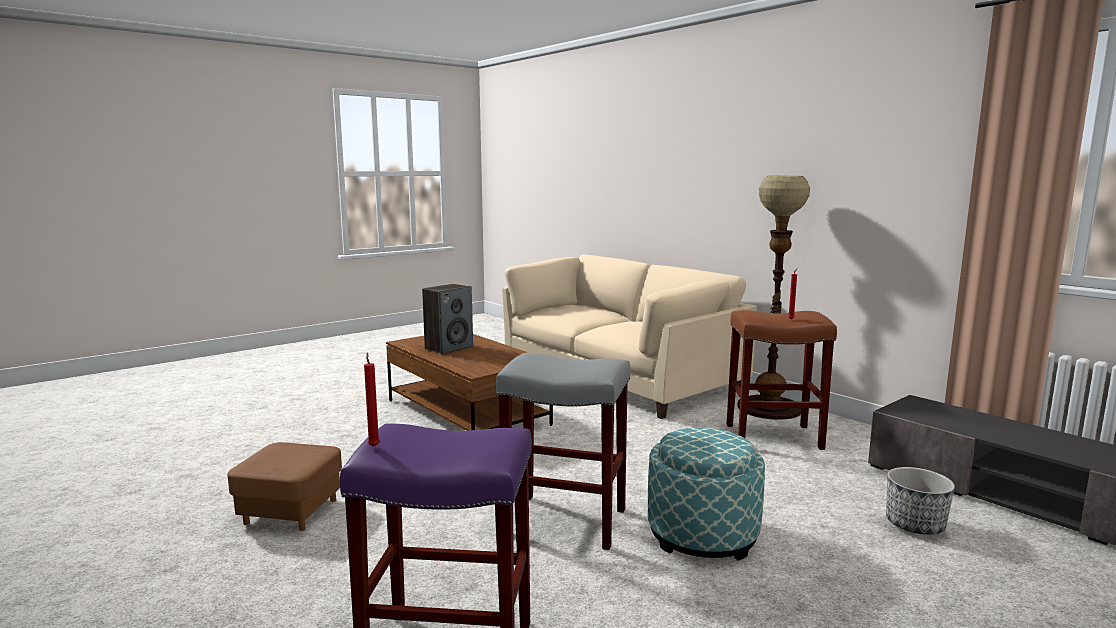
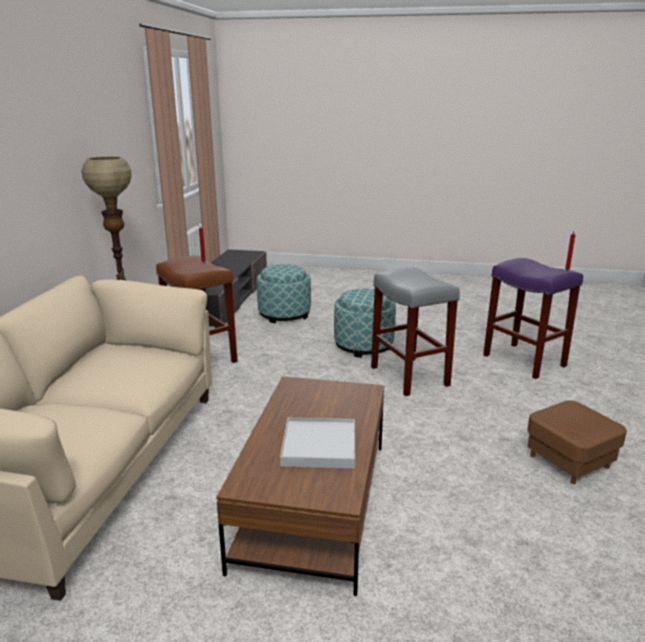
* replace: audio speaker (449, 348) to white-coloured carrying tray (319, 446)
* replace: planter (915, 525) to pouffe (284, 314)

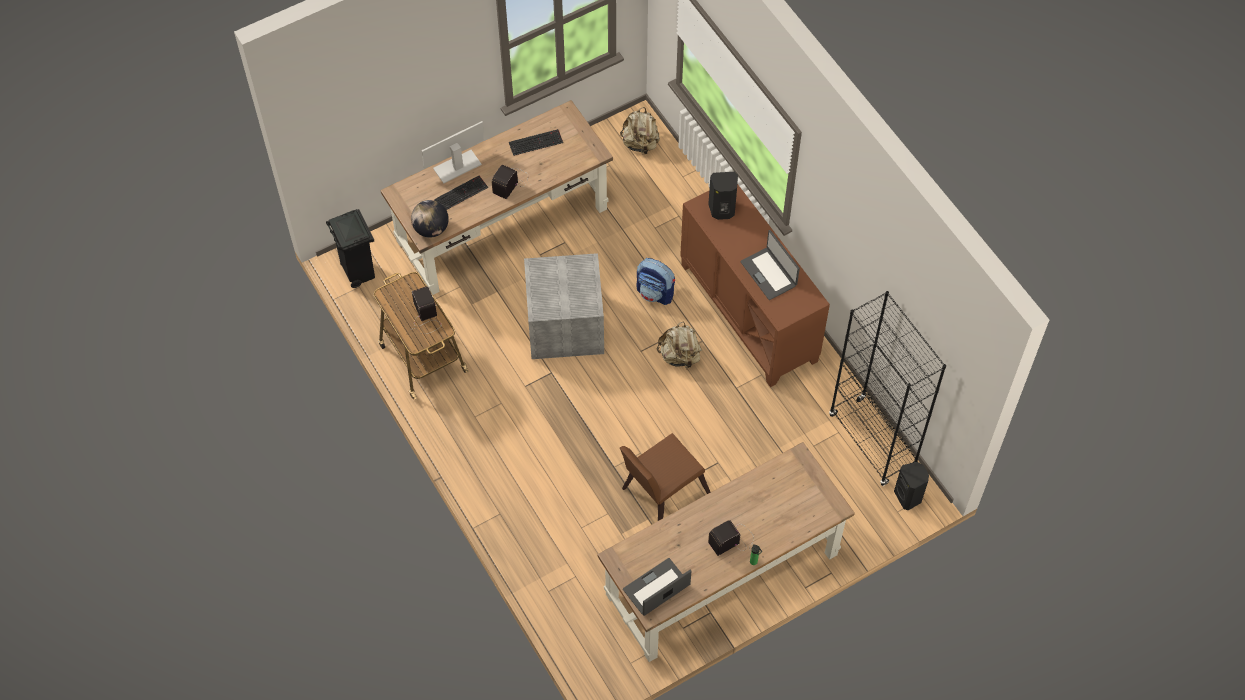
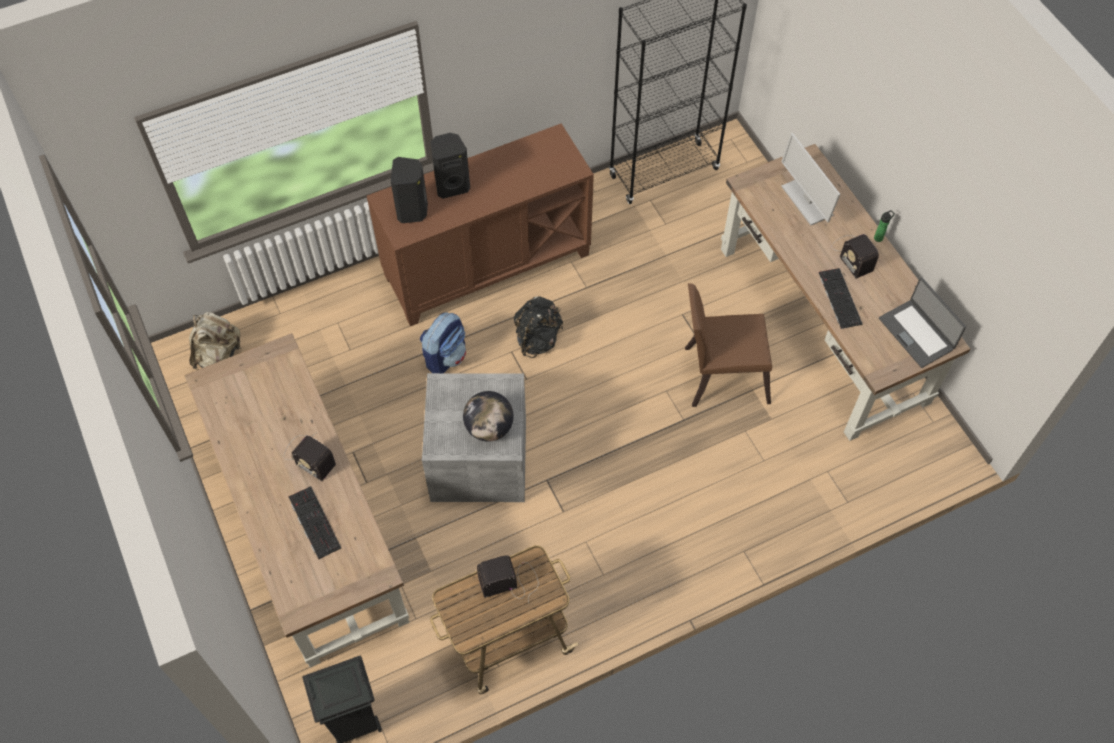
* move: computer screen (457, 166) to (806, 201)
* move: PC keyboard (536, 142) to (838, 298)
* move: desk globe (431, 229) to (489, 428)
* delete: portable computer (769, 273)
* recolor: sand-coloured backpack (679, 356) to blackish backpack (538, 339)
* rotate: brown upright chair (660, 493) = (720, 374) 120 degrees clockwise
* move: blackish audio speaker (908, 496) to (451, 185)

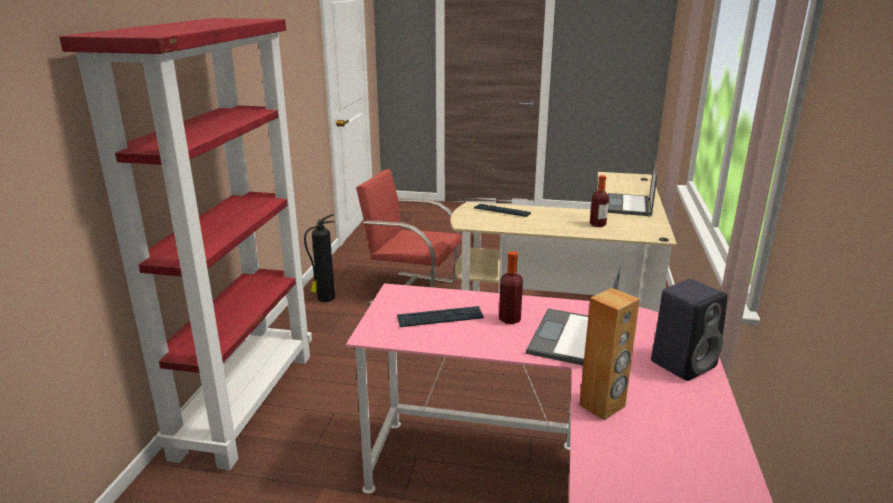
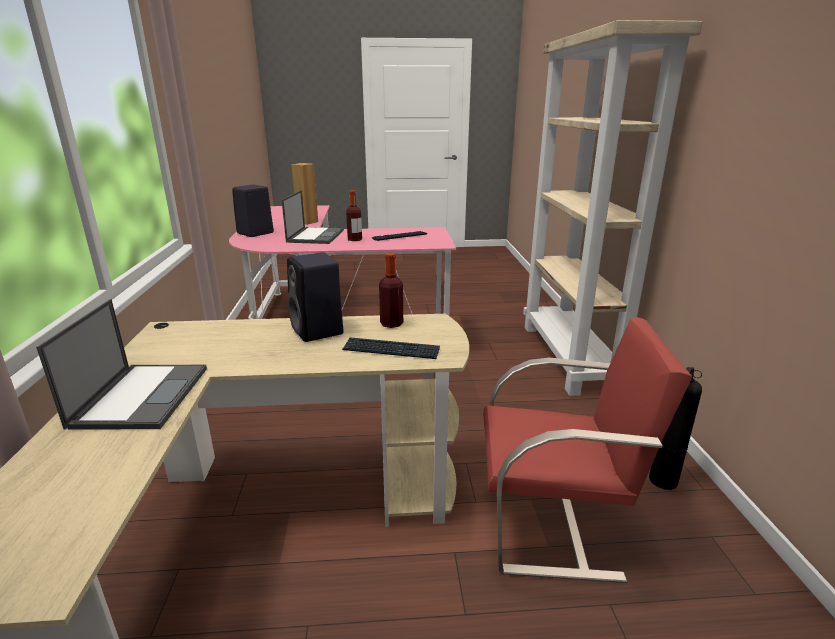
* recolor: red-coloured shelving unit (246, 401) to sand-coloured shelving unit (569, 357)
* move: bottle (597, 225) to (391, 324)
* insert: blackish audio speaker (318, 331)

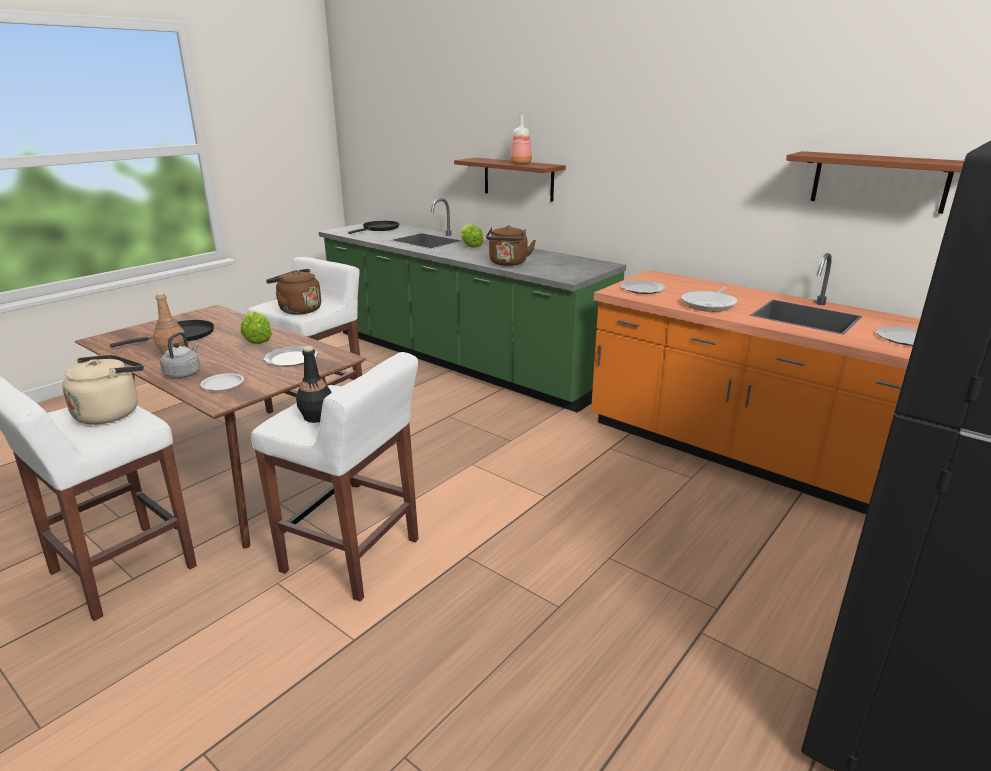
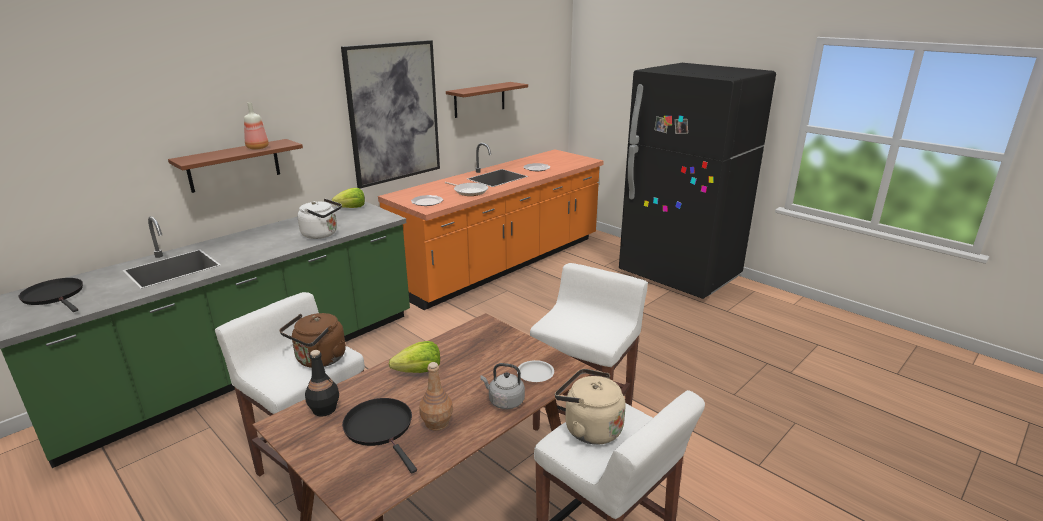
* move: lettuce (470, 246) to (351, 208)
* recolor: brown kettle (508, 263) to white-coloured kettle (322, 234)
* delete: dinner plate (292, 358)
* move: blackish bottle (316, 417) to (324, 409)
* insert: picture (393, 113)

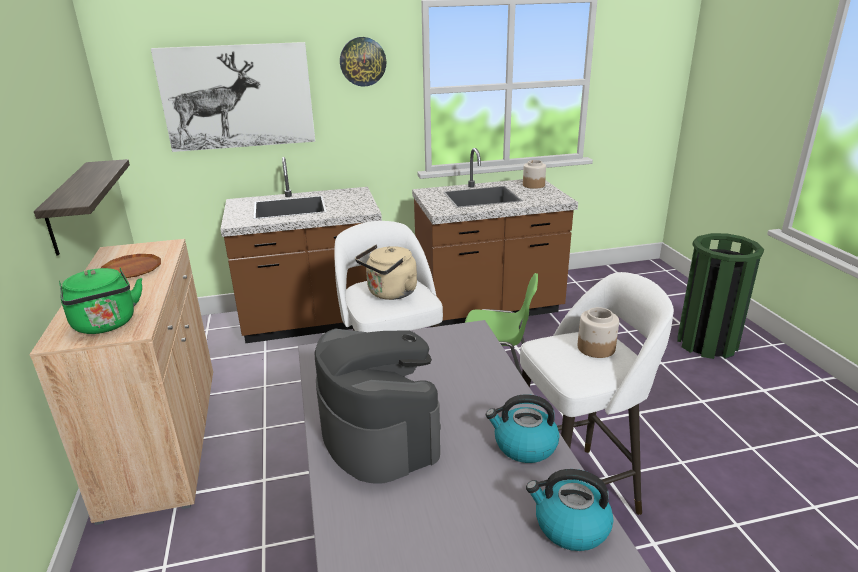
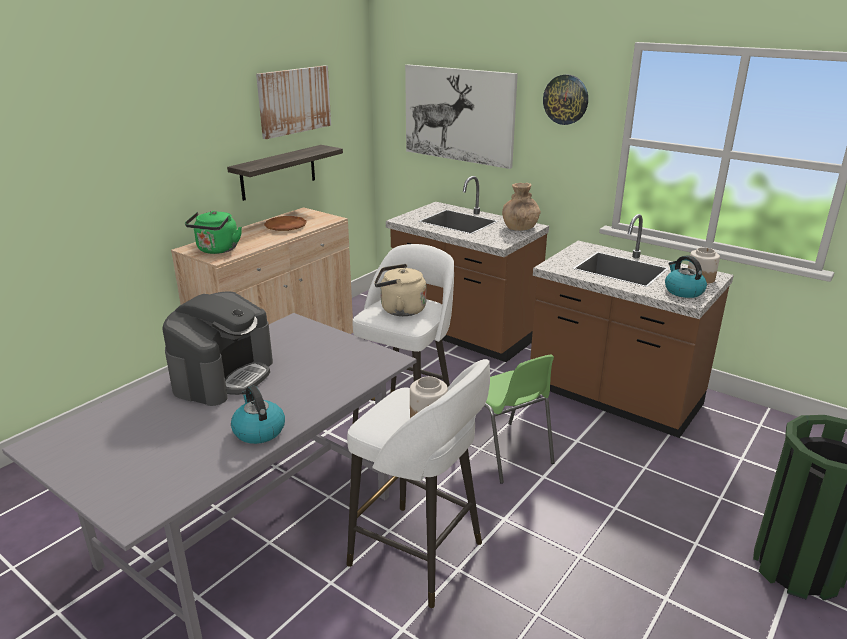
* move: kettle (570, 526) to (683, 291)
* insert: picture (294, 101)
* insert: brown decorative vase (519, 228)

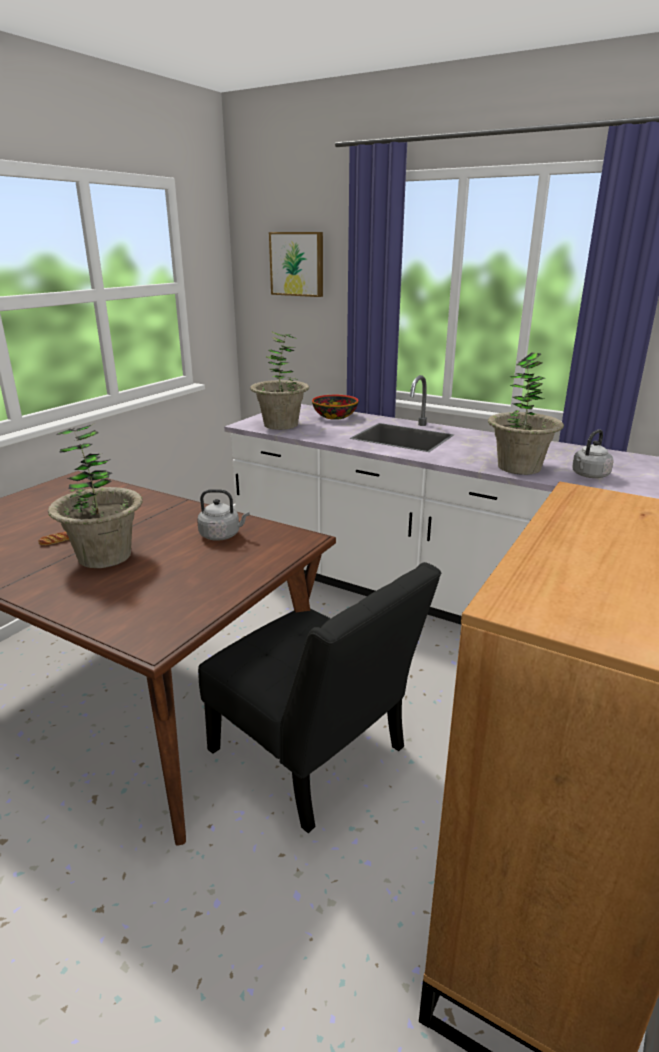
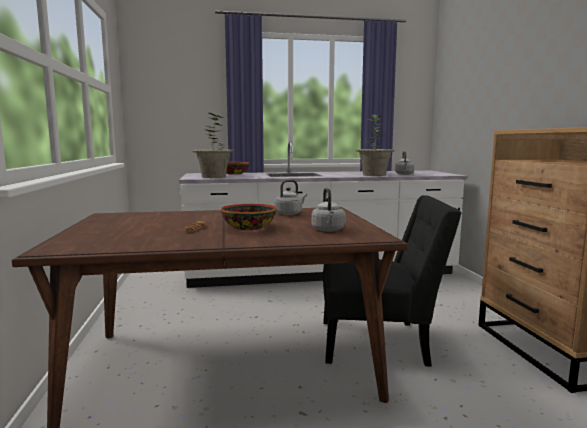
* delete: picture (298, 264)
* replace: plant in a pot (104, 556) to bowl (248, 227)
* insert: grey kettle (328, 230)

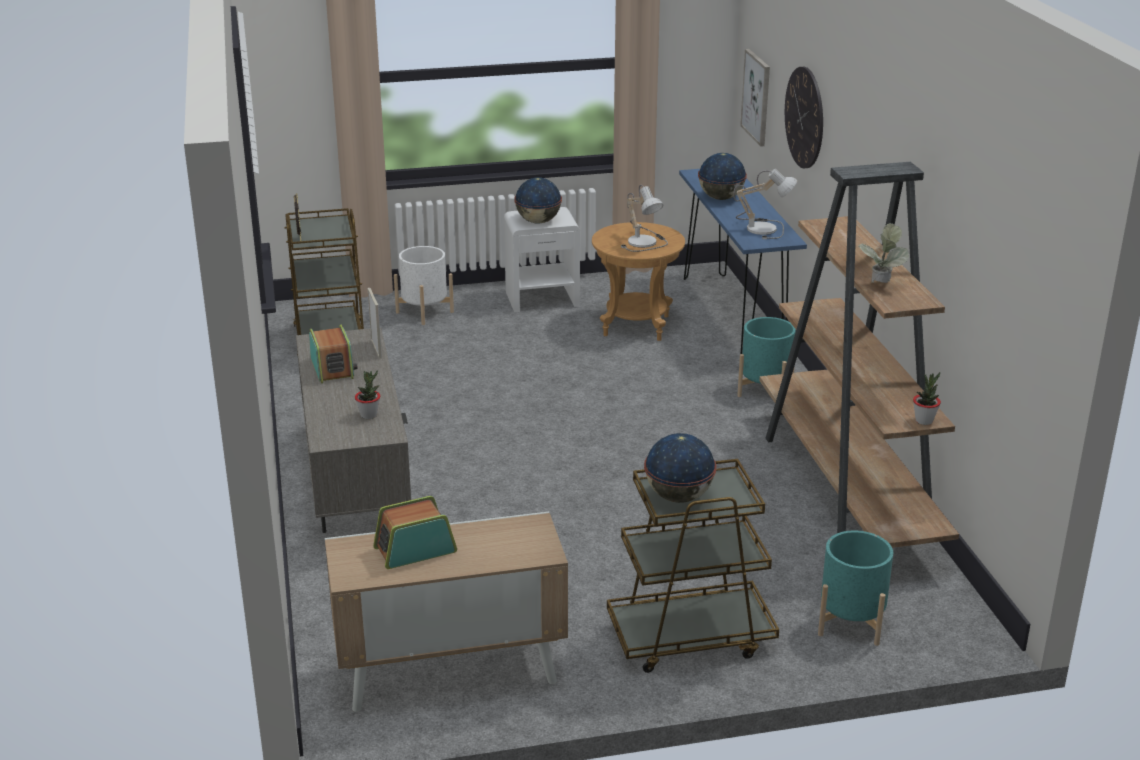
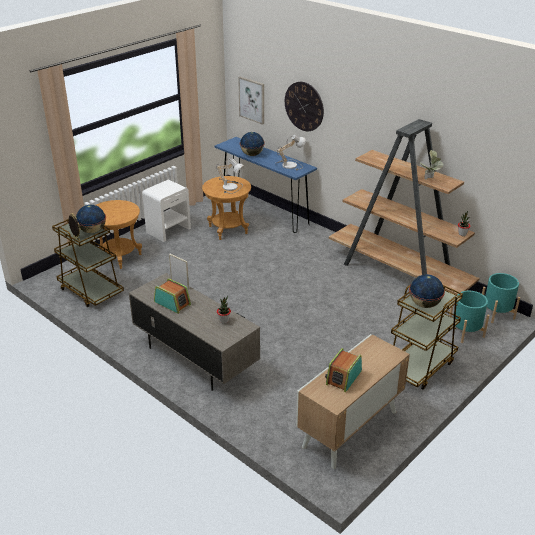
* move: desk globe (538, 221) to (93, 231)
* replace: white-coloured planter (424, 312) to brown accent table (119, 257)
* move: turquoise planter (765, 390) to (496, 313)

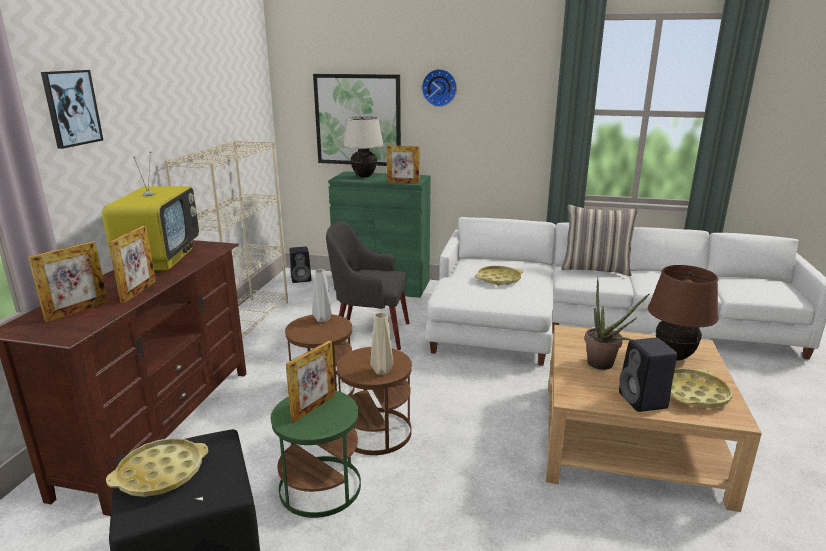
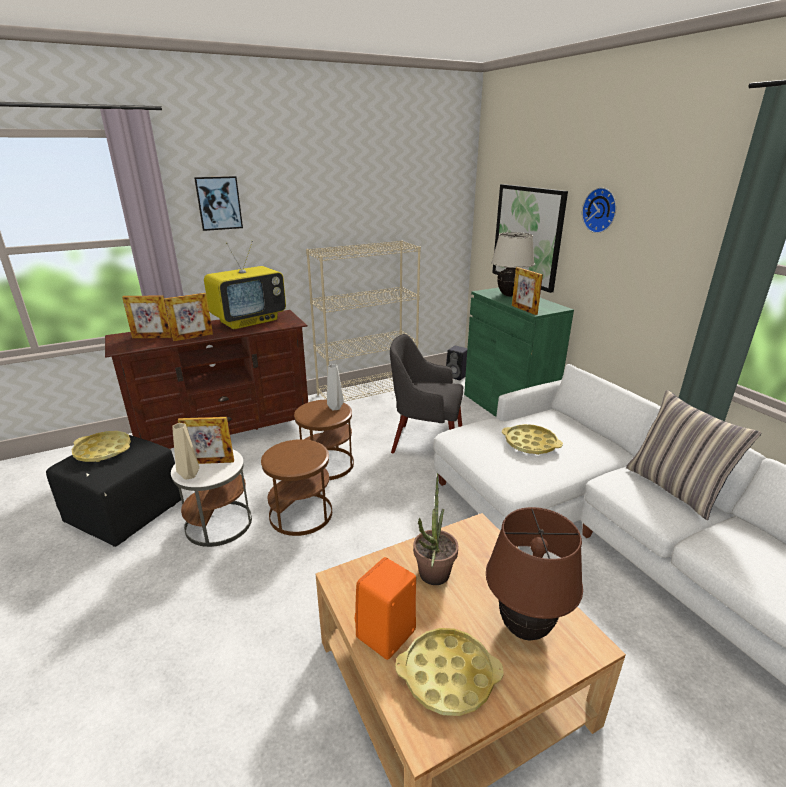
* rotate: grey lounge chair (370, 333) = (426, 442) 45 degrees counterclockwise
* move: sand-coloured decorative vase (383, 371) to (189, 476)
* recolor: blackish audio speaker (644, 401) to orange audio speaker (385, 635)
* recolor: greenish accent table (320, 486) to white-coloured accent table (219, 523)

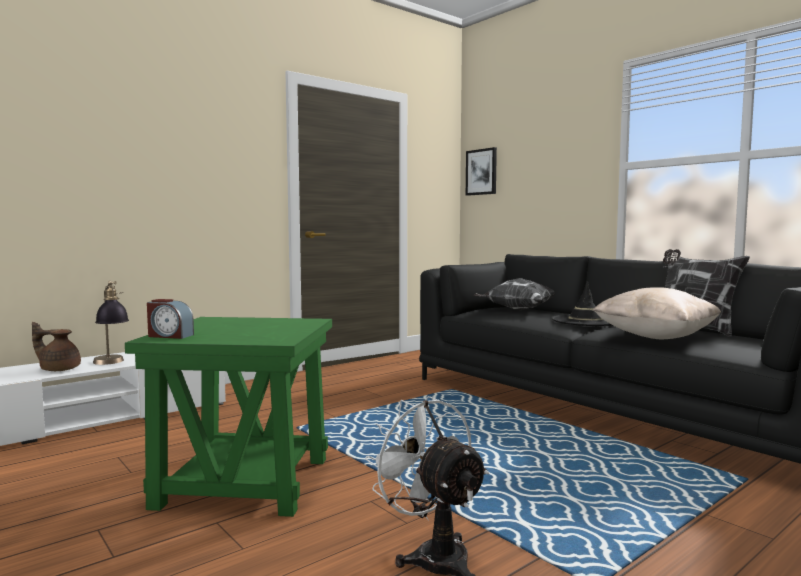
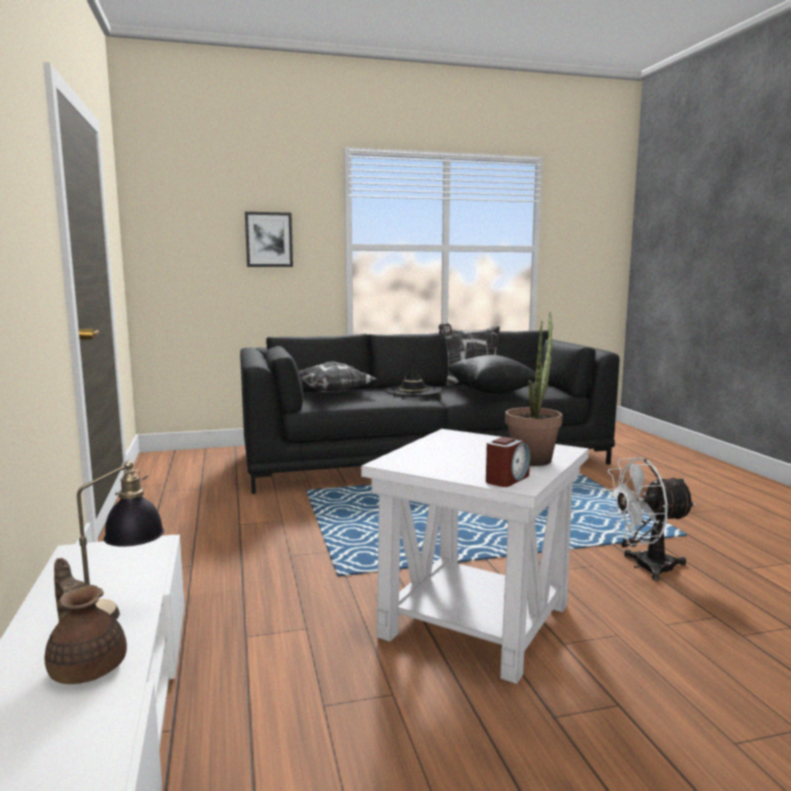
* move: picture (481, 172) to (269, 239)
* recolor: sand-coloured cushion (655, 337) to blackish cushion (491, 392)
* recolor: greenish accent table (246, 482) to white-coloured accent table (475, 620)
* rotate: brown pot for tea (59, 369) = (87, 666) 105 degrees clockwise
* insert: plant in a pot (533, 458)

